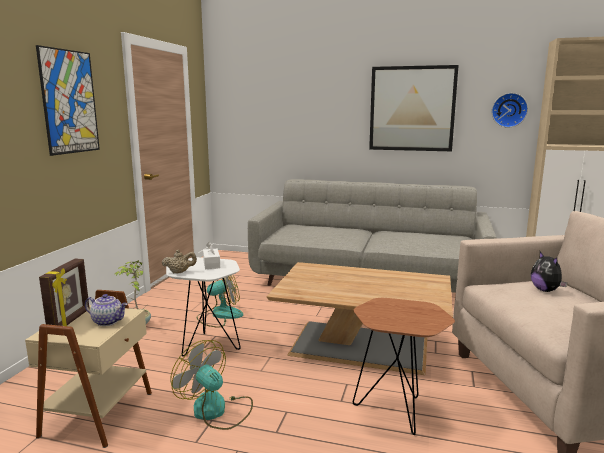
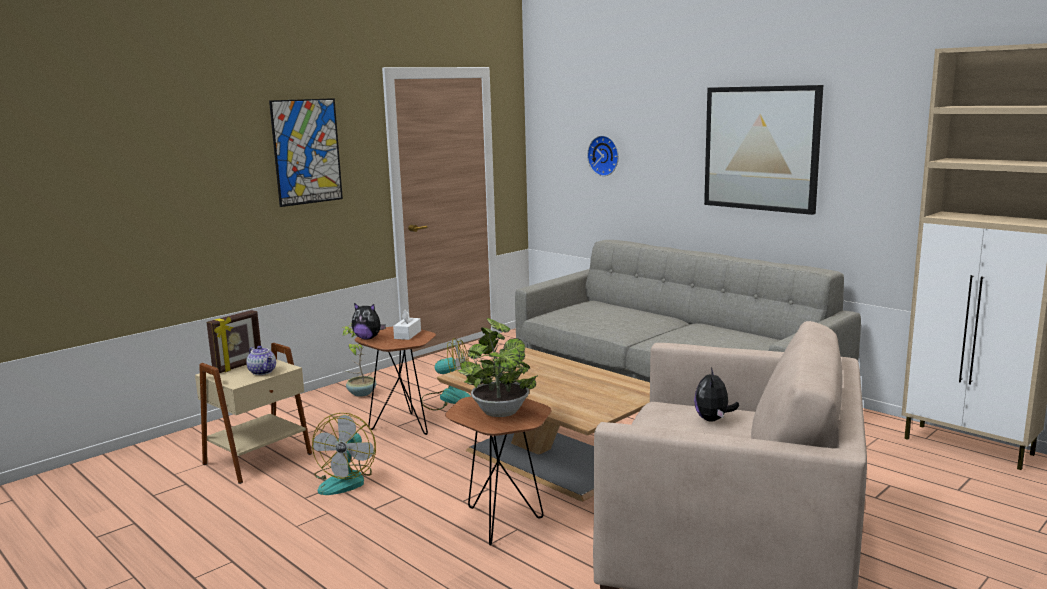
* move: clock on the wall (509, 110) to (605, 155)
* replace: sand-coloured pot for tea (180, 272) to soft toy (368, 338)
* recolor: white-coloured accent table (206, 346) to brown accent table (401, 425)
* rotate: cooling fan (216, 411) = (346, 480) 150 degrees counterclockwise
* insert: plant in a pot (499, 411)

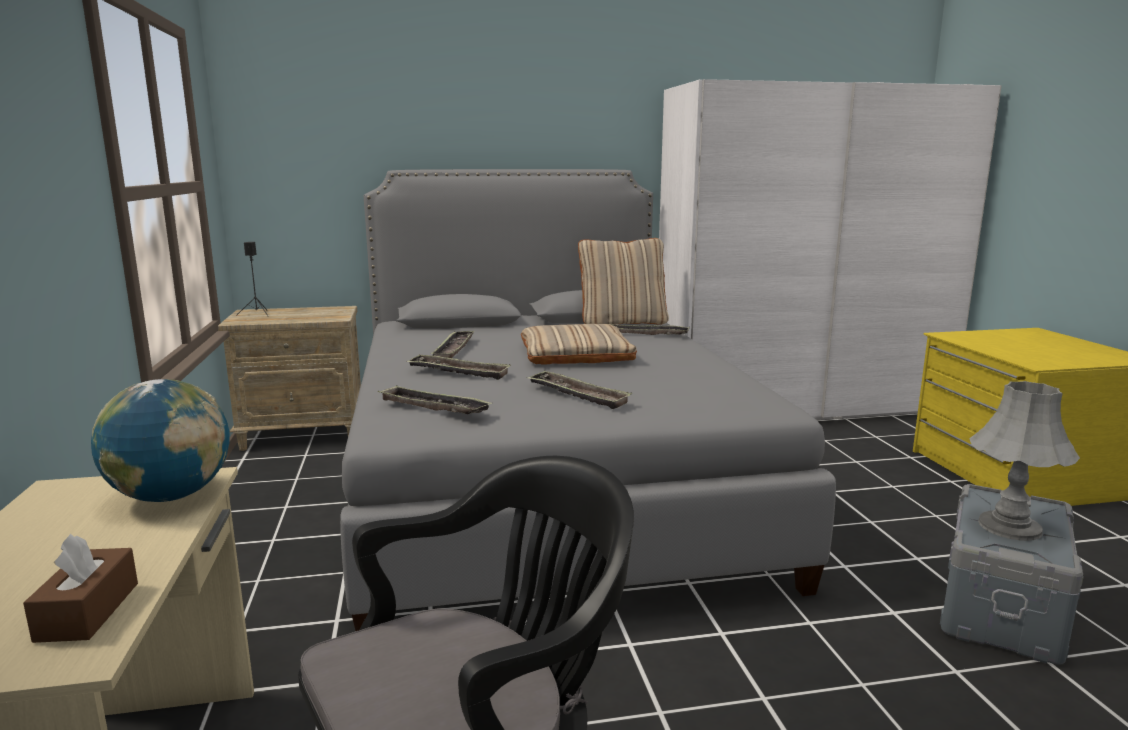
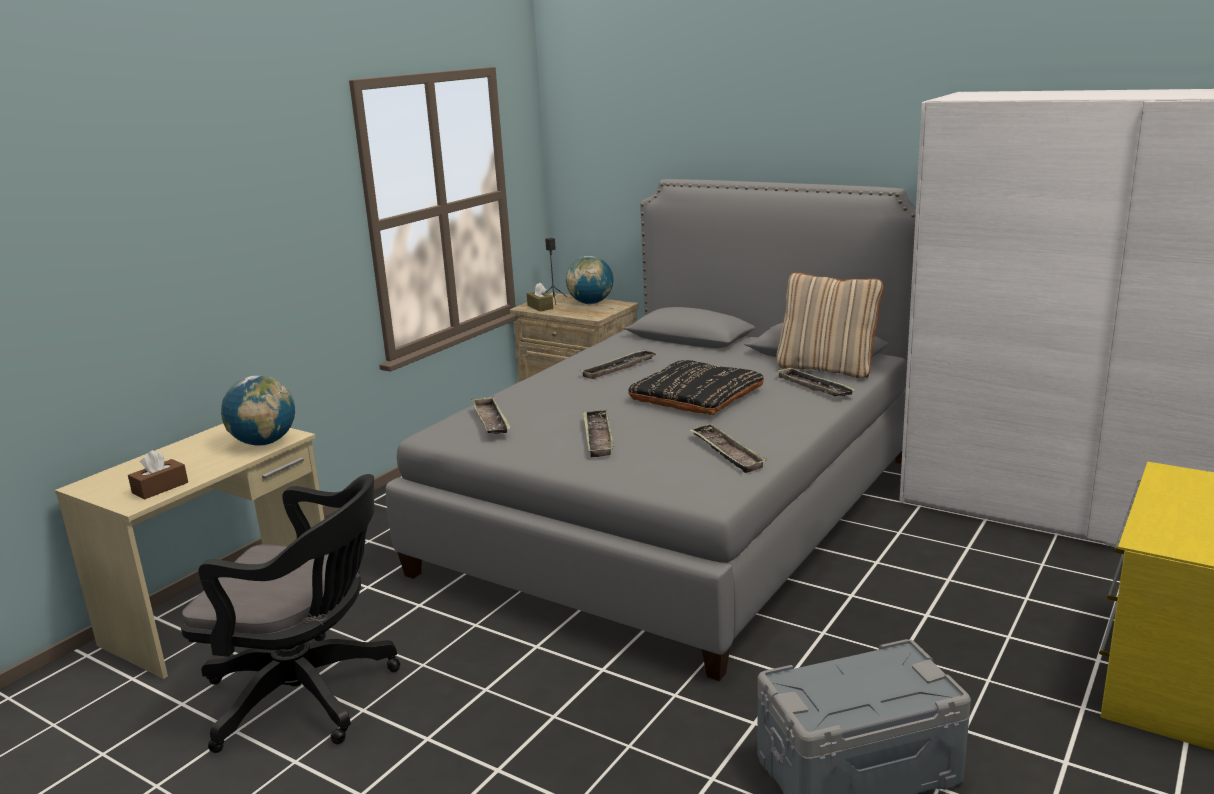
* recolor: sand-coloured cushion (576, 354) to blackish cushion (696, 396)
* move: carrying tray (458, 372) to (726, 452)
* delete: grey table lamp (1009, 527)
* insert: desk globe (591, 303)
* insert: brown tissue box (540, 307)

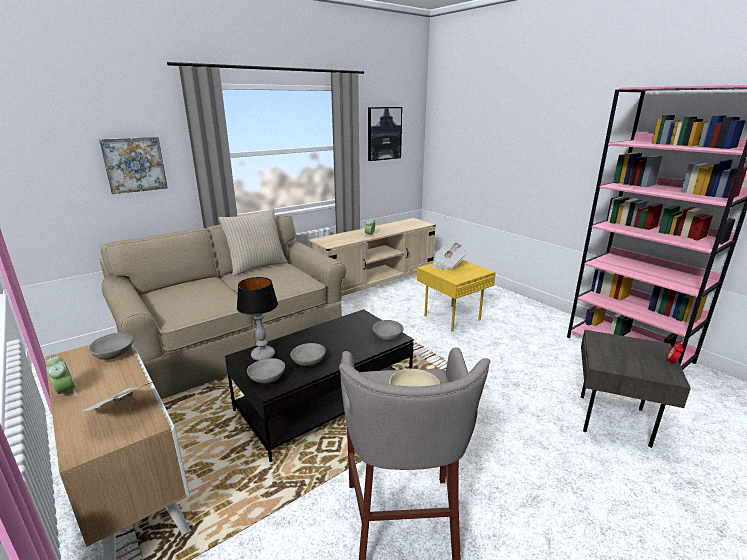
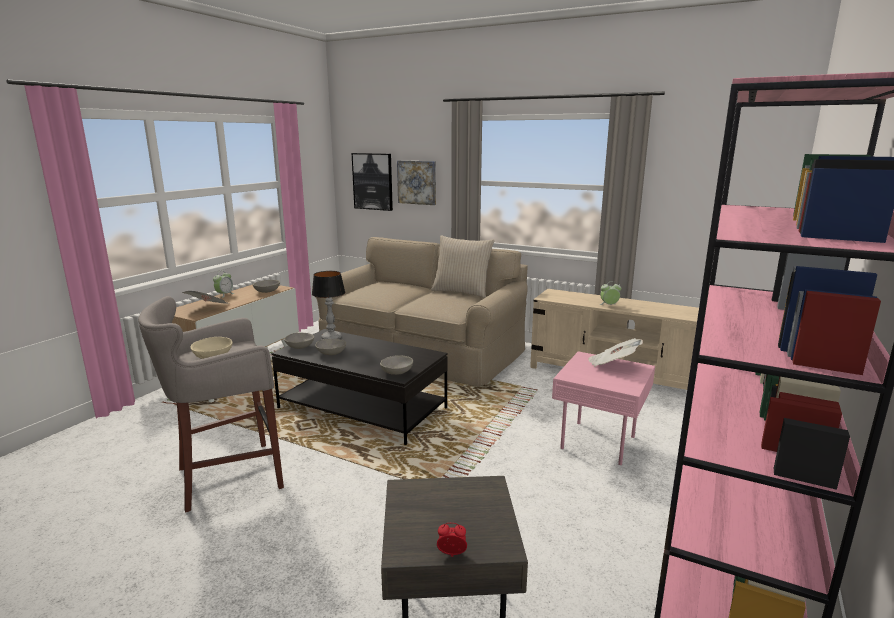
* move: picture (384, 133) to (373, 181)
* recolor: yellow accent table (452, 317) to pink-coloured accent table (600, 442)

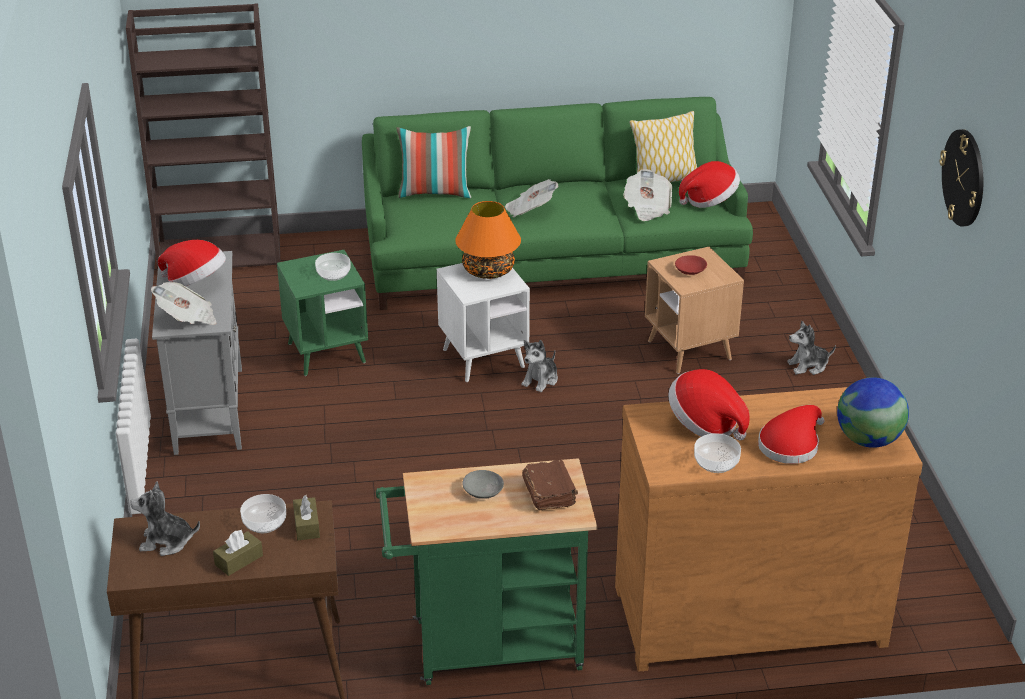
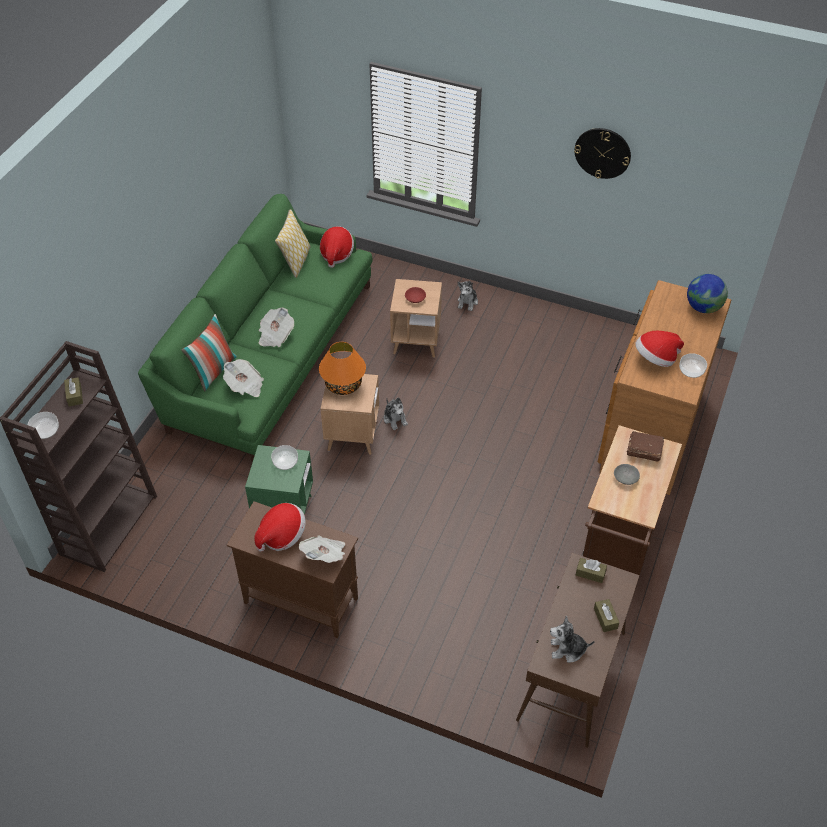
* move: daily paper (647, 208) to (245, 386)
* recolor: grey cabinet (208, 409) to brown cabinet (300, 600)
* recolor: white-coloured accent table (483, 358) to brown accent table (352, 435)
* delete: red-coloured clothing hat (791, 444)
* recolor: greenish cart (486, 647) to brown cart (617, 550)
* rotate: soft toy (166, 542) = (567, 649) 60 degrees clockwise
* move: bowl (264, 523) to (45, 431)
* insert: brown tissue box (74, 395)

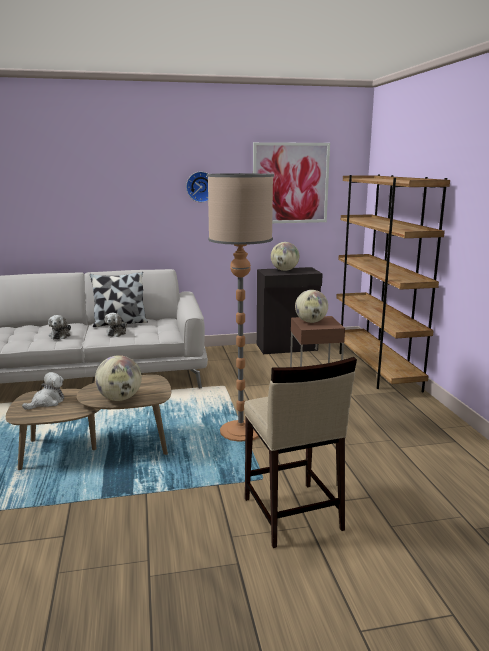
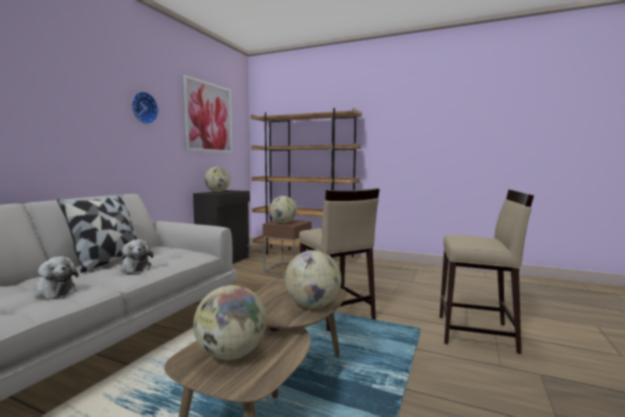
* replace: standard lamp (240, 431) to sand-coloured stool seat (335, 314)
* replace: soft toy (47, 402) to desk globe (231, 354)

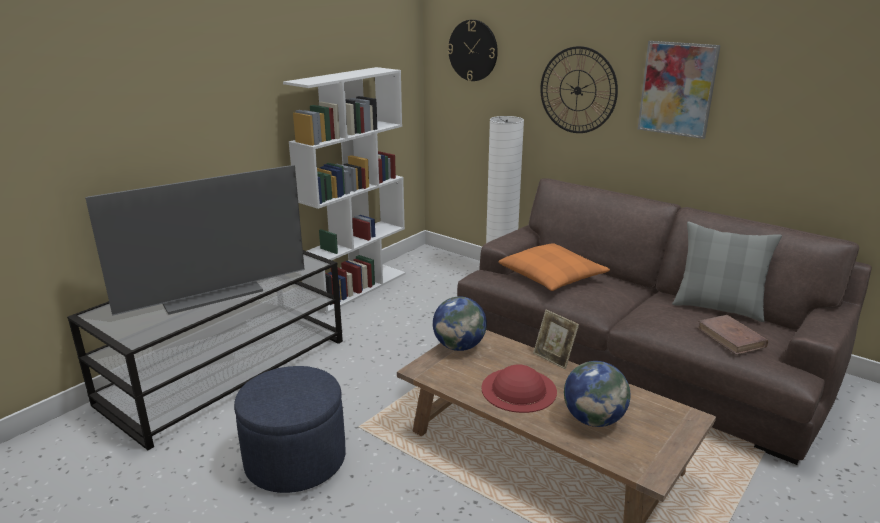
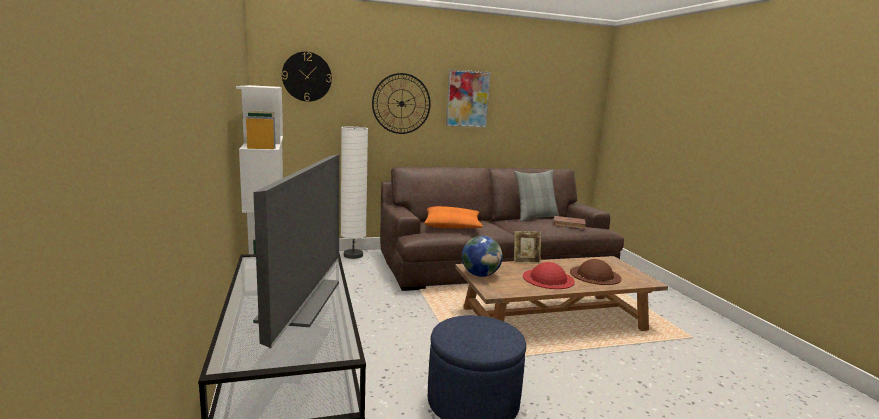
* replace: desk globe (593, 419) to brown clothing hat (595, 275)

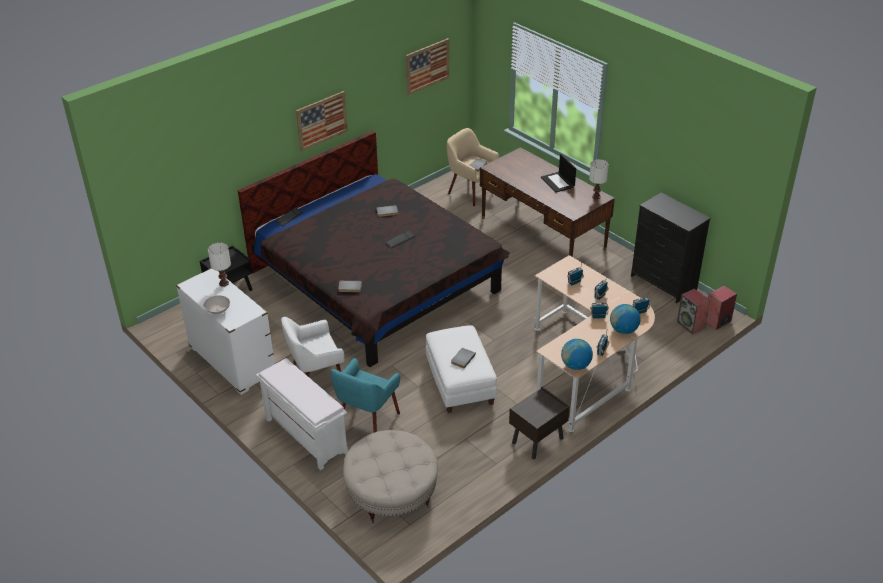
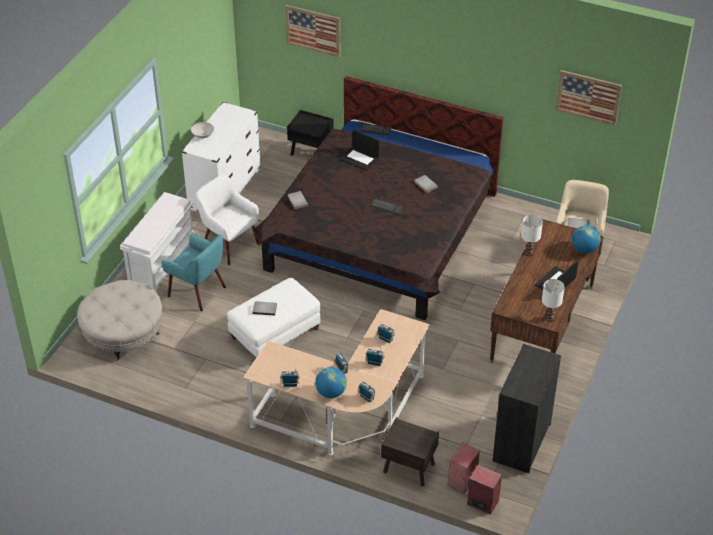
* move: picture (321, 120) to (313, 30)
* move: white-coloured table lamp (224, 283) to (529, 253)
* move: desk globe (575, 365) to (584, 249)
* rotate: turquoise lounge chair (367, 420) = (198, 291) 150 degrees counterclockwise
* move: brown bedside table (537, 441) to (408, 468)
* insert: portable computer (360, 158)

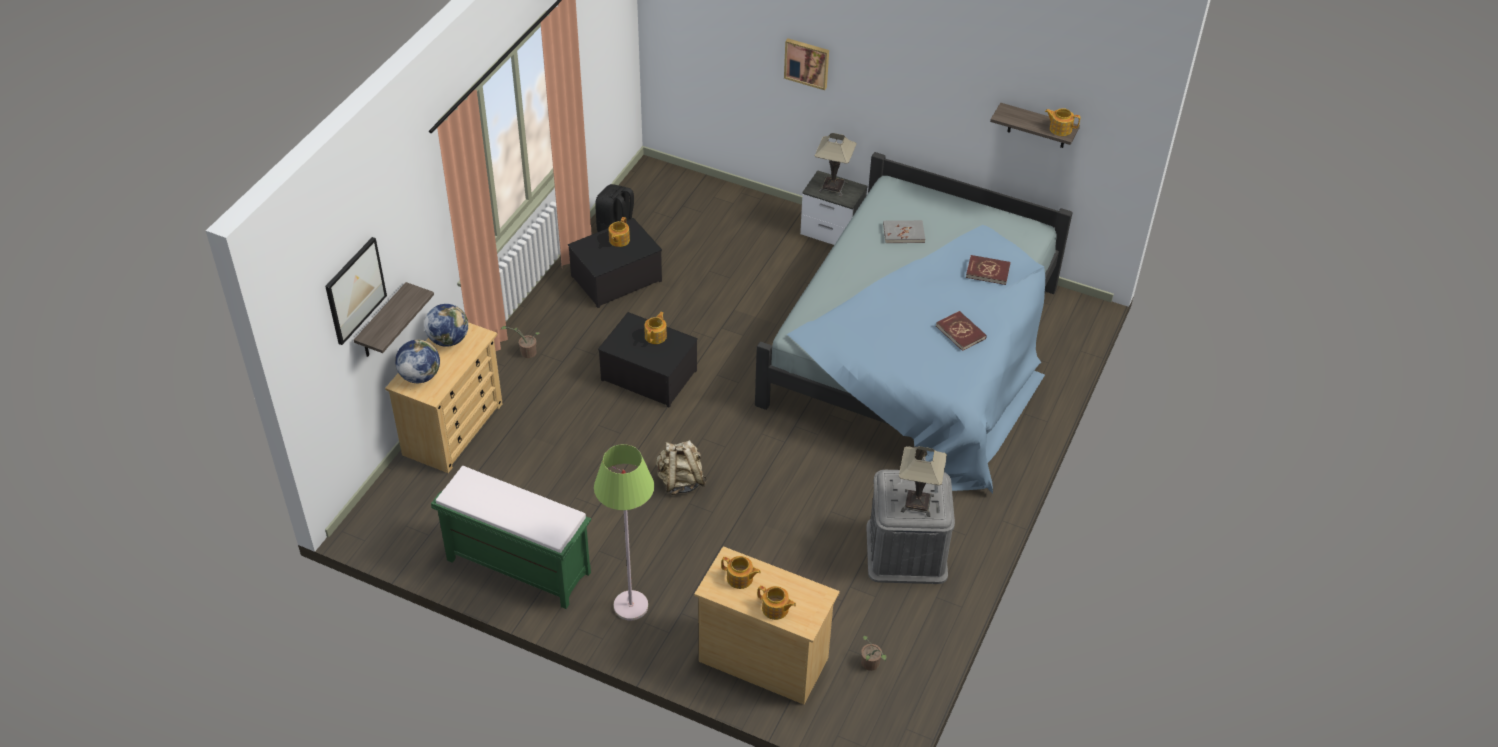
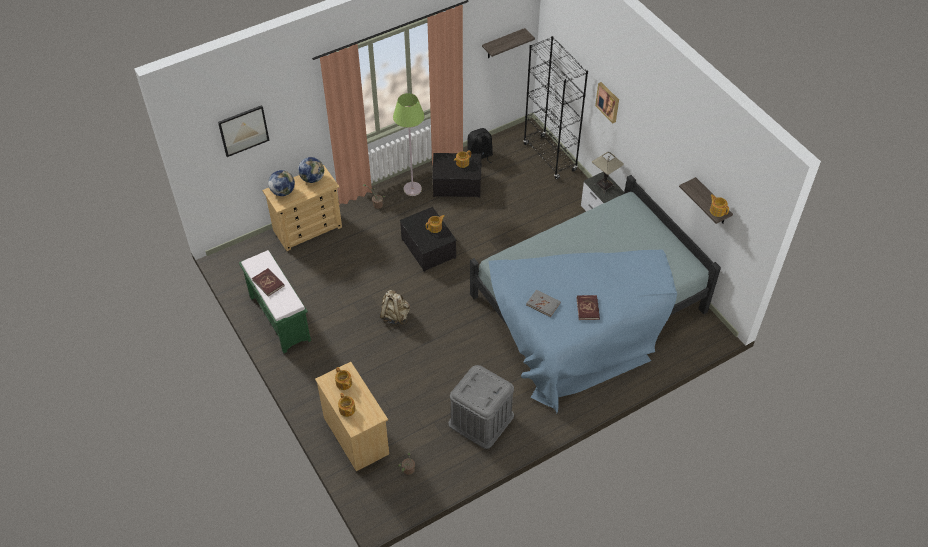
* move: grey book (903, 233) to (543, 304)
* move: red-coloured book (987, 271) to (268, 283)
* move: wall shelf (382, 323) to (503, 44)
* move: greenish standard lamp (631, 606) to (412, 189)
* delete: table lamp (917, 503)
* insert: blackish shelving unit (550, 157)

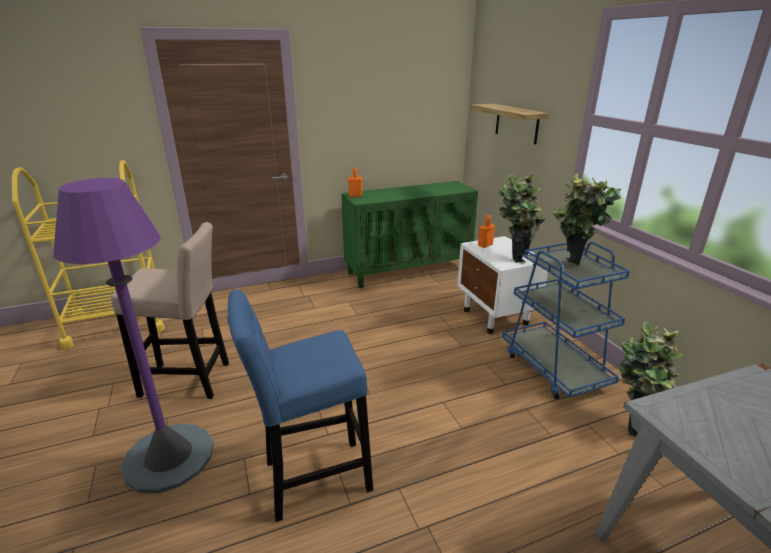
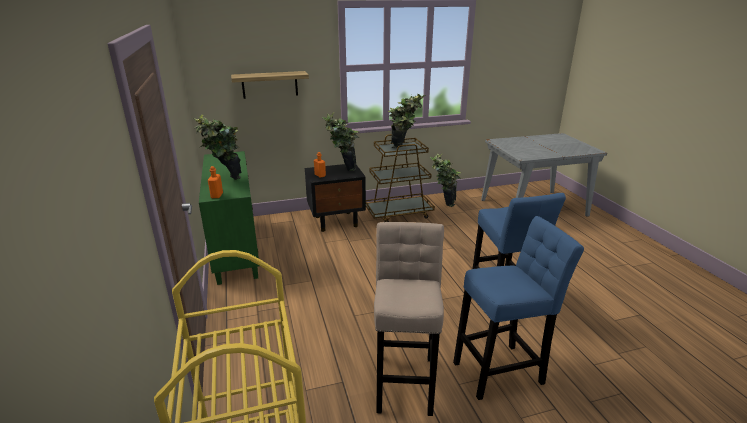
* replace: purplish standard lamp (169, 457) to blue stool seat (502, 371)
* recolor: white-coloured bedside table (496, 317) to blackish bedside table (337, 221)
* recolor: blue cart (553, 368) to brown cart (399, 213)
* insert: plant in a pot (226, 181)

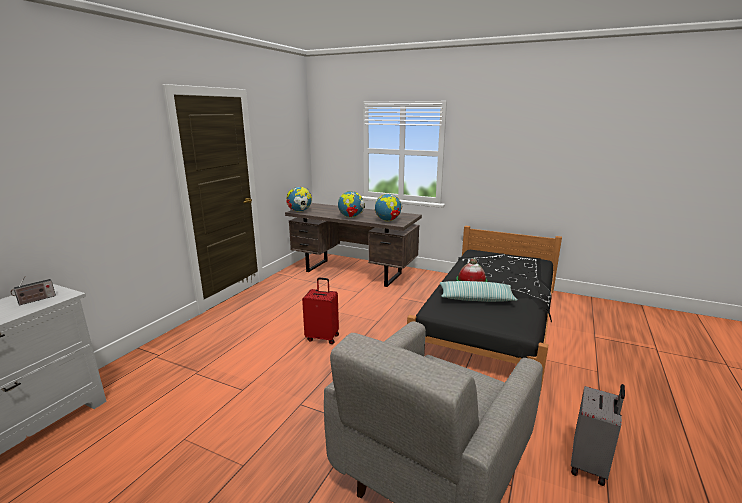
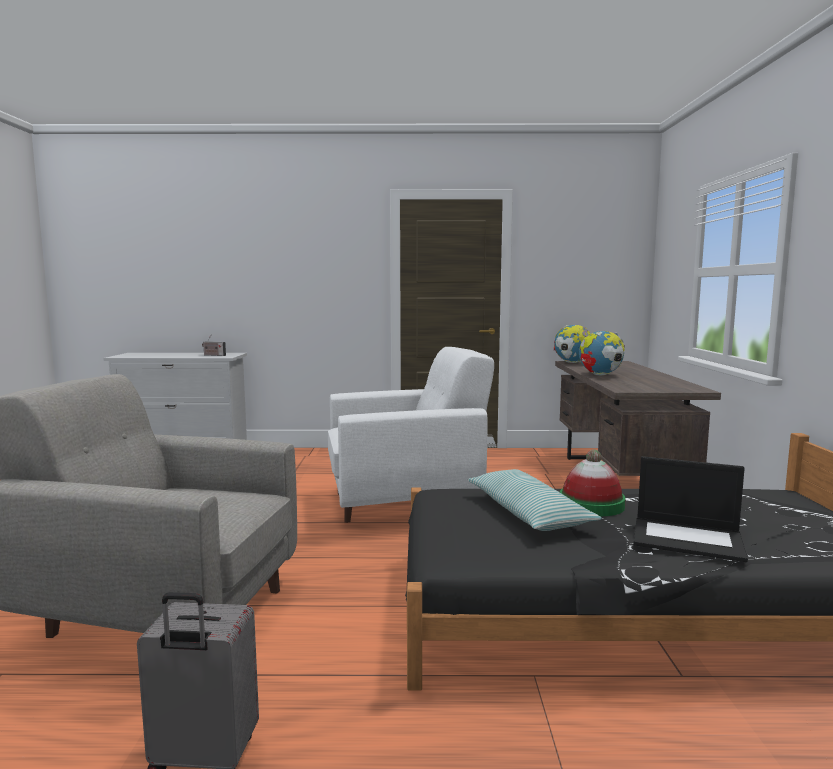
* delete: desk globe (388, 221)
* replace: red-coloured piece of luggage (323, 337) to white-coloured lounge chair (406, 502)
* insert: portable computer (688, 539)

